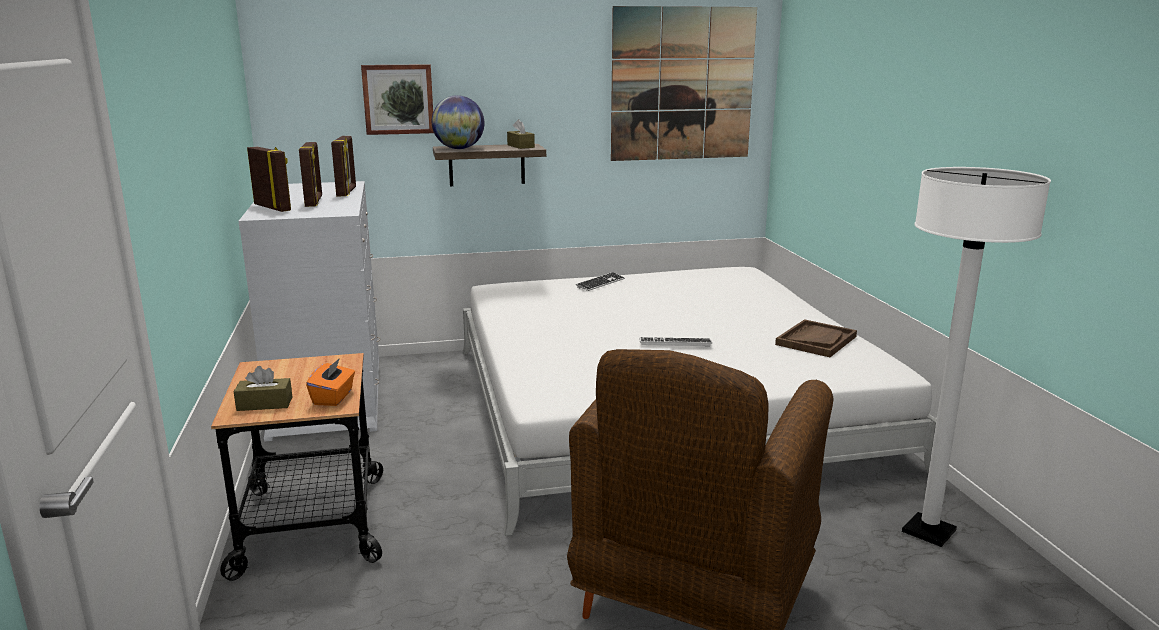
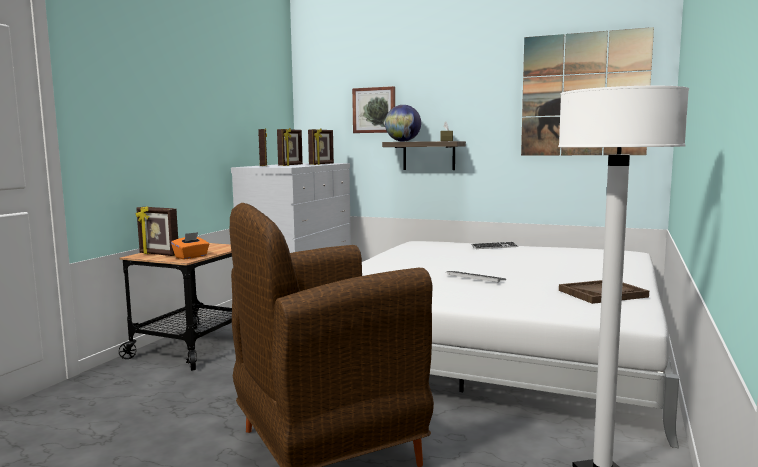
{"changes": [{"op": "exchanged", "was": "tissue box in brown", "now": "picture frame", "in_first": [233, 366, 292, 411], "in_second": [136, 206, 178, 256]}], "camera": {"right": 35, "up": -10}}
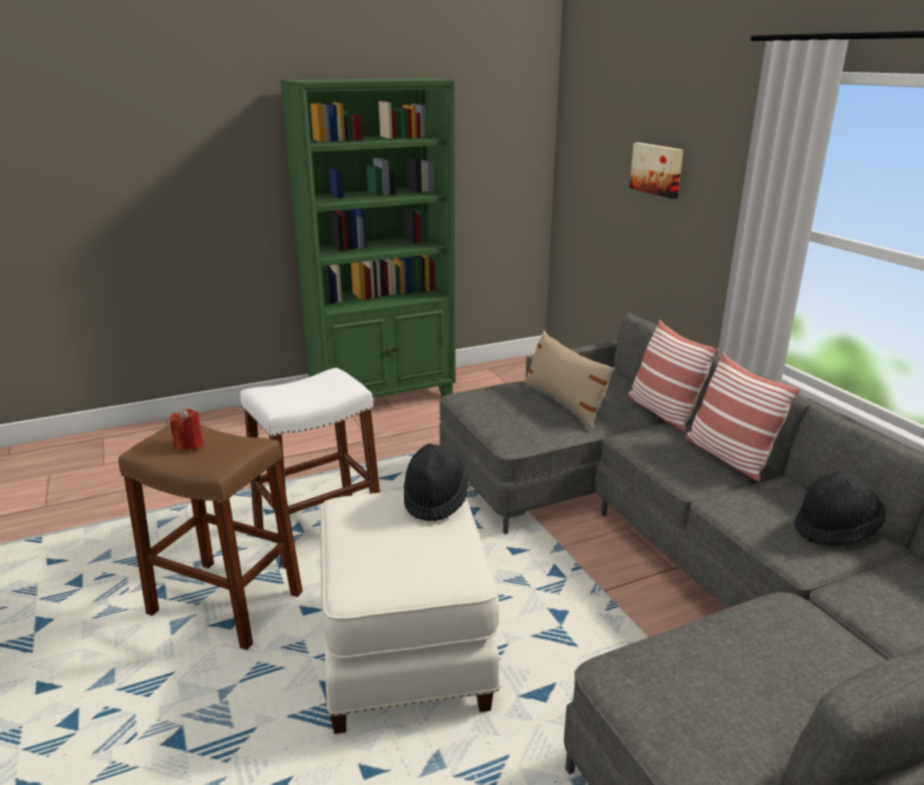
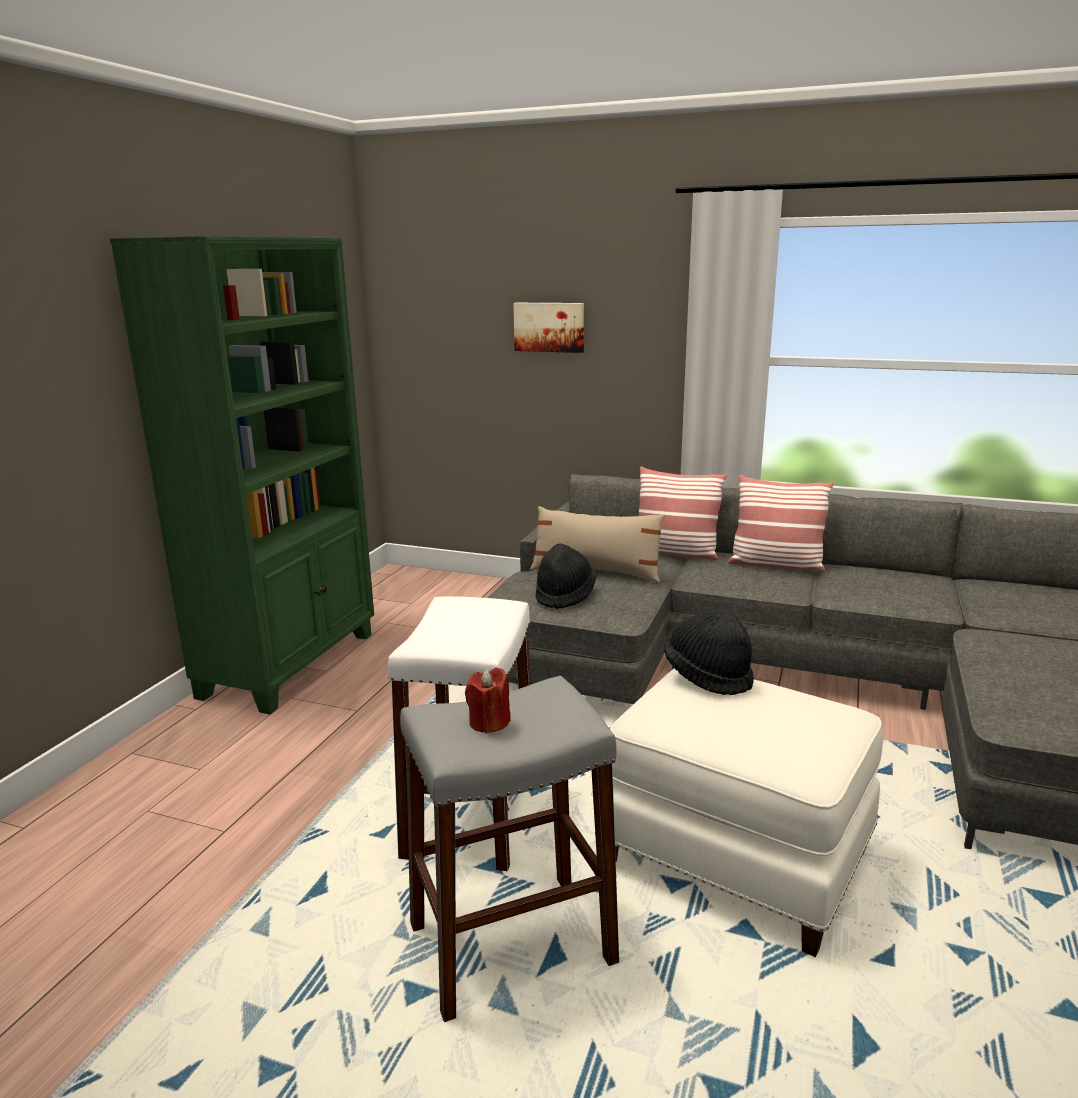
{"changes": [{"op": "colour", "was": "stool in brown", "now": "stool in grey", "in_first": [118, 424, 303, 650], "in_second": [400, 676, 619, 1022]}, {"op": "relocated", "was": "hat in black", "in_first": [795, 471, 886, 546], "in_second": [535, 544, 596, 609]}], "camera": {"right": -45, "up": -5}}
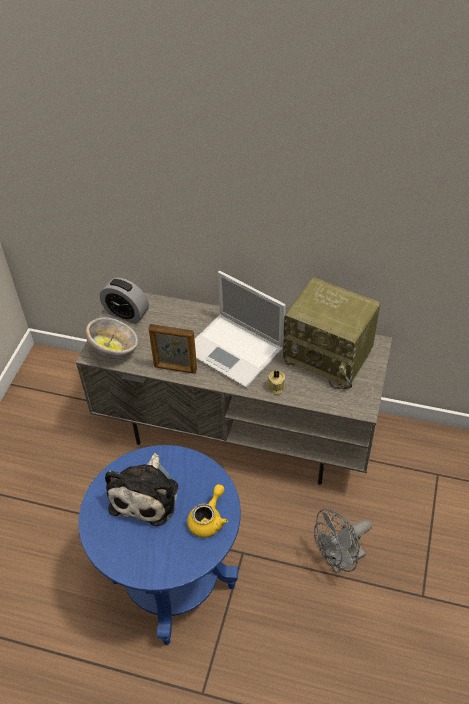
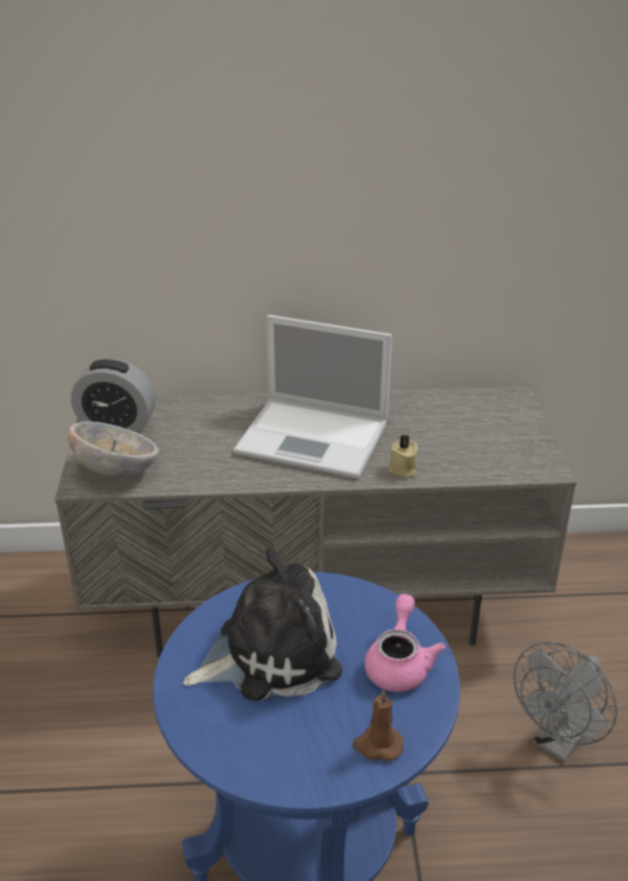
{"changes": [{"op": "spun", "was": "plush toy", "in_first": [105, 453, 178, 526], "in_second": [183, 548, 342, 701], "clockwise": -105}, {"op": "appeared", "now": "candle in brown", "in_second": [352, 689, 404, 761]}, {"op": "colour", "was": "teapot in yellow", "now": "teapot in pink", "in_first": [187, 484, 228, 538], "in_second": [364, 594, 446, 692]}, {"op": "missing", "was": "picture frame", "in_first": [148, 324, 197, 374]}, {"op": "missing", "was": "radio", "in_first": [283, 277, 380, 389]}], "camera": {"right": -20, "up": -15}}
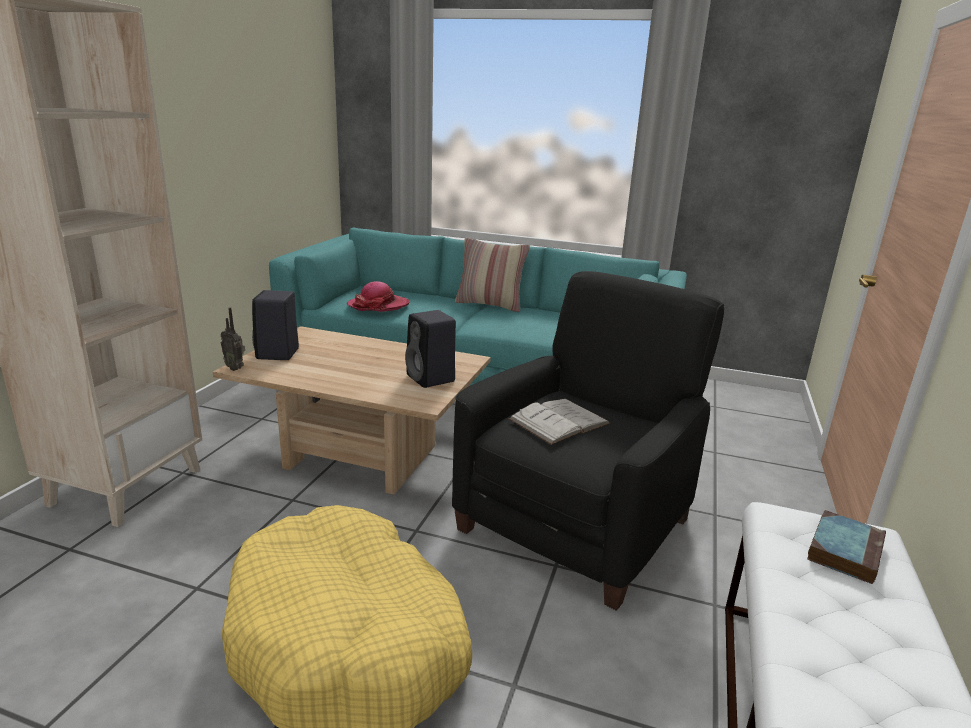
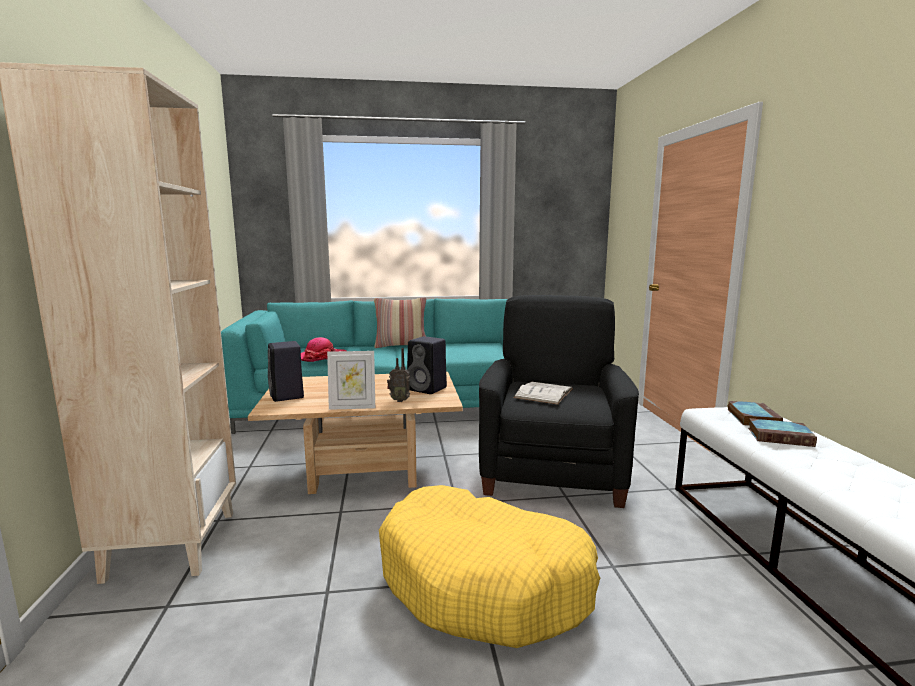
{"changes": [{"op": "appeared", "now": "picture frame", "in_second": [327, 351, 375, 410]}, {"op": "relocated", "was": "radio", "in_first": [221, 307, 245, 371], "in_second": [387, 348, 410, 402]}, {"op": "appeared", "now": "book", "in_second": [748, 418, 817, 447]}], "camera": {"right": -25, "up": -10}}
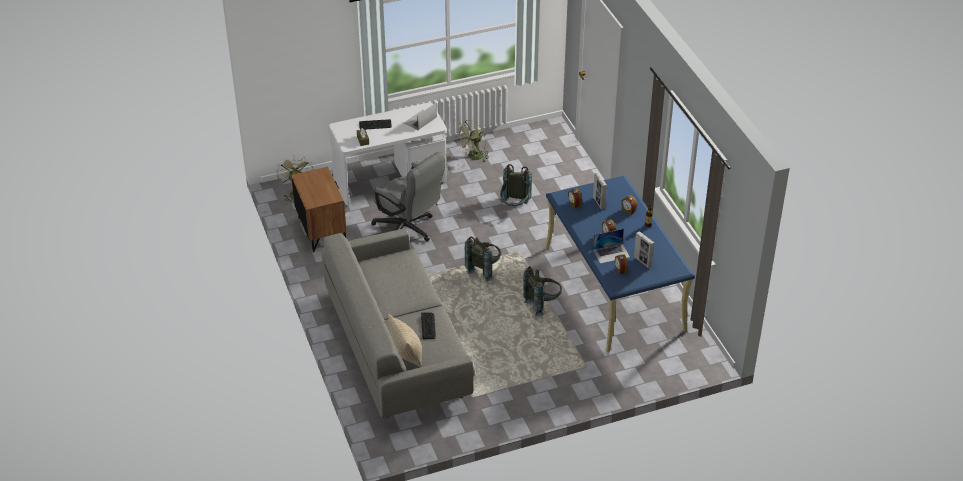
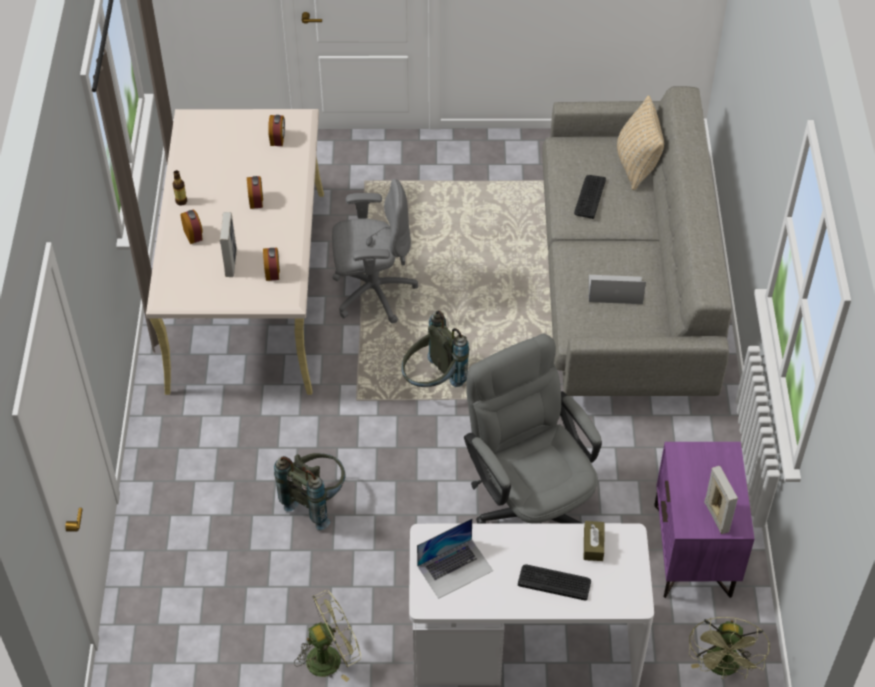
{"changes": [{"op": "colour", "was": "desk in blue", "now": "desk in beige", "in_first": [545, 175, 695, 352], "in_second": [146, 109, 324, 395]}, {"op": "exchanged", "was": "backpack in grey", "now": "office chair in grey", "in_first": [523, 266, 562, 317], "in_second": [332, 179, 418, 324]}, {"op": "relocated", "was": "laptop", "in_first": [593, 229, 630, 264], "in_second": [589, 275, 646, 304]}, {"op": "colour", "was": "nightstand in brown", "now": "nightstand in purple", "in_first": [291, 167, 346, 252], "in_second": [654, 442, 755, 598]}, {"op": "relocated", "was": "picture frame", "in_first": [634, 231, 654, 268], "in_second": [704, 466, 738, 534]}], "camera": {"right": -160, "up": 10}}
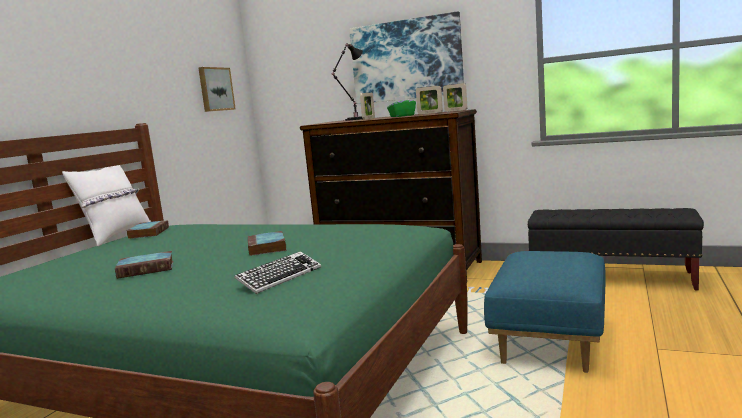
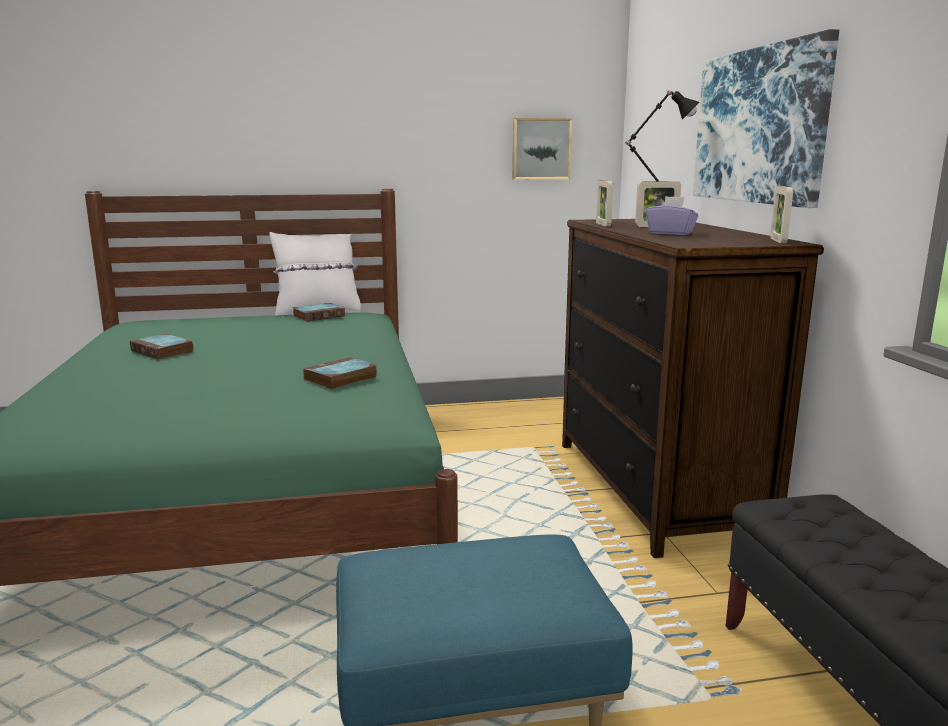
{"changes": [{"op": "relocated", "was": "book", "in_first": [248, 231, 286, 256], "in_second": [303, 357, 378, 389]}, {"op": "relocated", "was": "picture frame", "in_first": [416, 86, 443, 114], "in_second": [596, 180, 613, 226]}, {"op": "colour", "was": "tissue box in green", "now": "tissue box in purple", "in_first": [387, 96, 416, 117], "in_second": [646, 196, 698, 235]}, {"op": "missing", "was": "keyboard", "in_first": [234, 251, 321, 294]}], "camera": {"right": 55, "up": 5}}
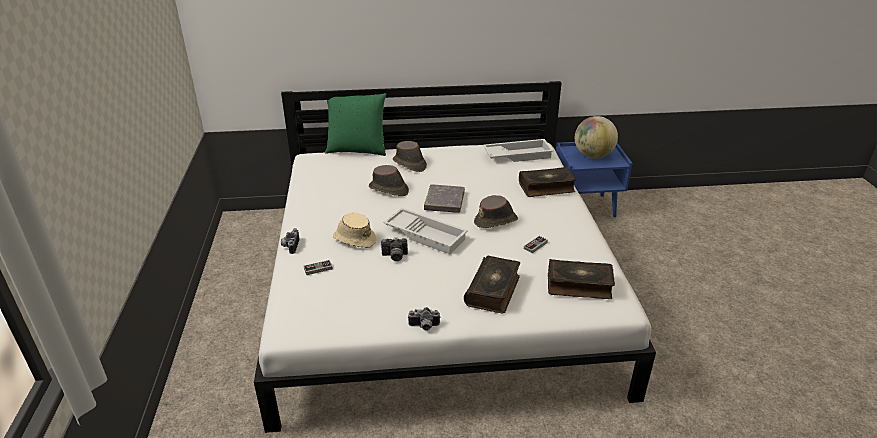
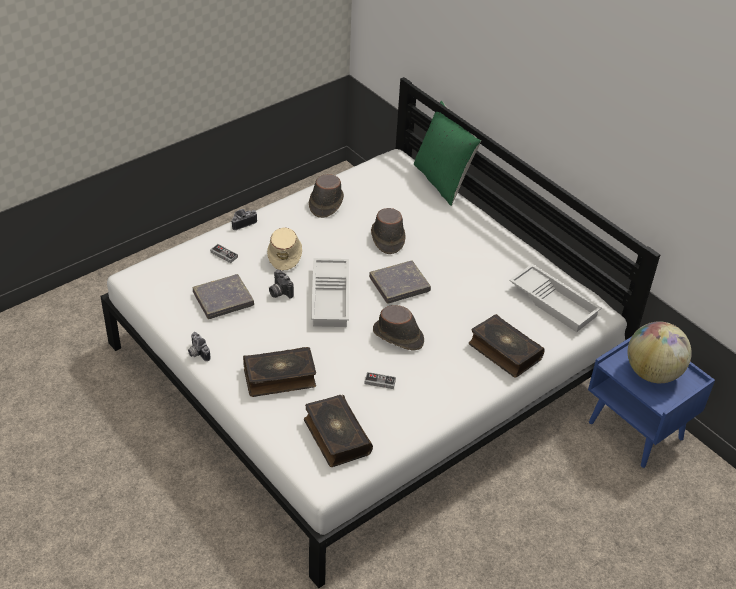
{"changes": [{"op": "appeared", "now": "book in grey", "in_second": [192, 274, 254, 319]}, {"op": "relocated", "was": "hat in brown", "in_first": [393, 141, 427, 172], "in_second": [309, 174, 344, 218]}], "camera": {"right": 55, "up": 10}}
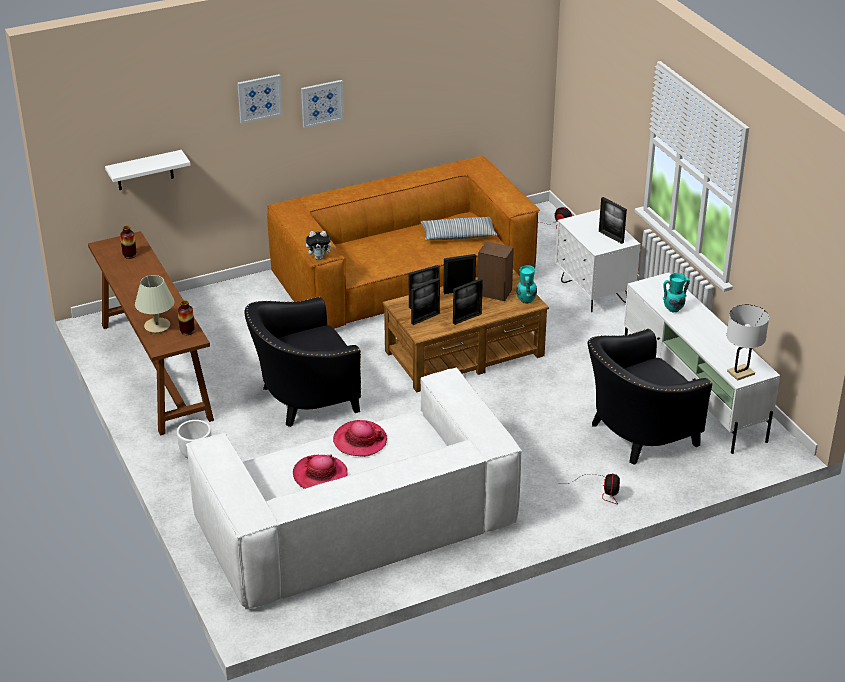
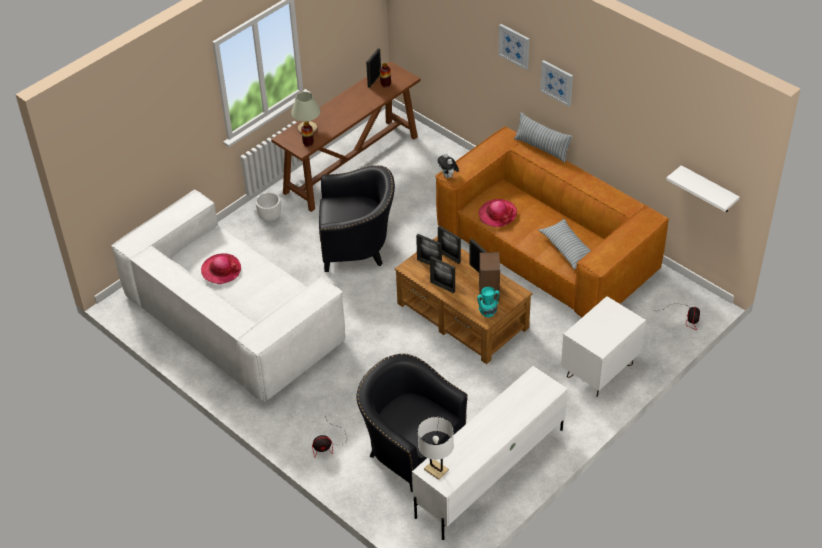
{"changes": [{"op": "spun", "was": "armchair in black", "in_first": [244, 296, 361, 427], "in_second": [319, 165, 395, 272], "clockwise": 135}, {"op": "relocated", "was": "picture frame", "in_first": [599, 197, 627, 244], "in_second": [366, 48, 381, 88]}, {"op": "relocated", "was": "hat", "in_first": [333, 420, 387, 457], "in_second": [479, 199, 517, 227]}, {"op": "appeared", "now": "pillow", "in_second": [514, 112, 573, 163]}, {"op": "relocated", "was": "shelf in white", "in_first": [105, 150, 191, 190], "in_second": [666, 165, 740, 212]}, {"op": "missing", "was": "vase in turquoise", "in_first": [663, 273, 690, 312]}], "camera": {"right": 70, "up": 10}}
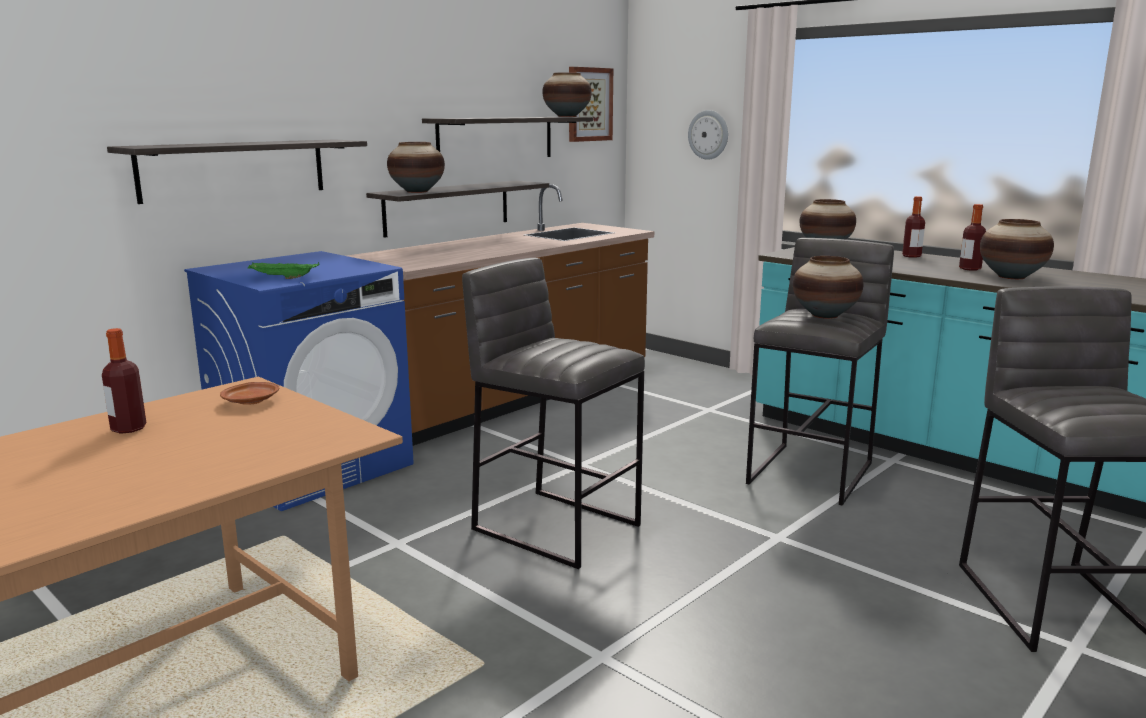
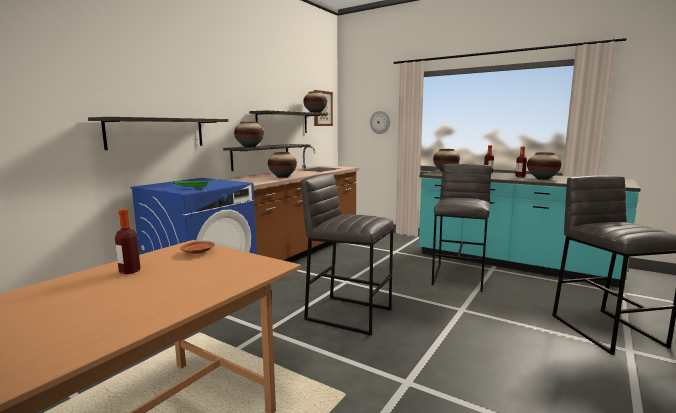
{"changes": [{"op": "relocated", "was": "vase", "in_first": [793, 256, 864, 319], "in_second": [268, 152, 297, 178]}], "camera": {"right": -10, "up": -5}}
